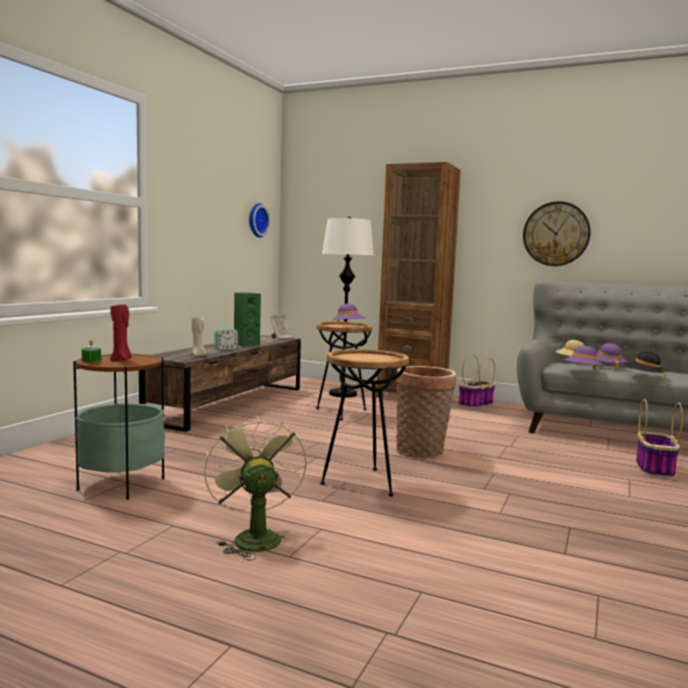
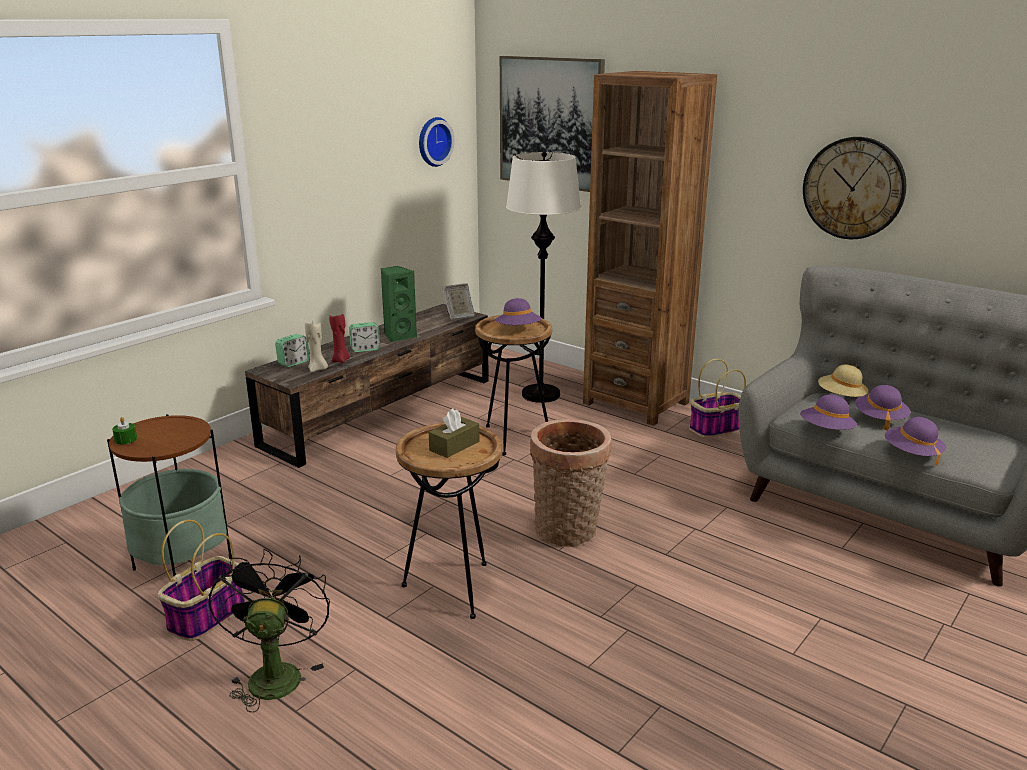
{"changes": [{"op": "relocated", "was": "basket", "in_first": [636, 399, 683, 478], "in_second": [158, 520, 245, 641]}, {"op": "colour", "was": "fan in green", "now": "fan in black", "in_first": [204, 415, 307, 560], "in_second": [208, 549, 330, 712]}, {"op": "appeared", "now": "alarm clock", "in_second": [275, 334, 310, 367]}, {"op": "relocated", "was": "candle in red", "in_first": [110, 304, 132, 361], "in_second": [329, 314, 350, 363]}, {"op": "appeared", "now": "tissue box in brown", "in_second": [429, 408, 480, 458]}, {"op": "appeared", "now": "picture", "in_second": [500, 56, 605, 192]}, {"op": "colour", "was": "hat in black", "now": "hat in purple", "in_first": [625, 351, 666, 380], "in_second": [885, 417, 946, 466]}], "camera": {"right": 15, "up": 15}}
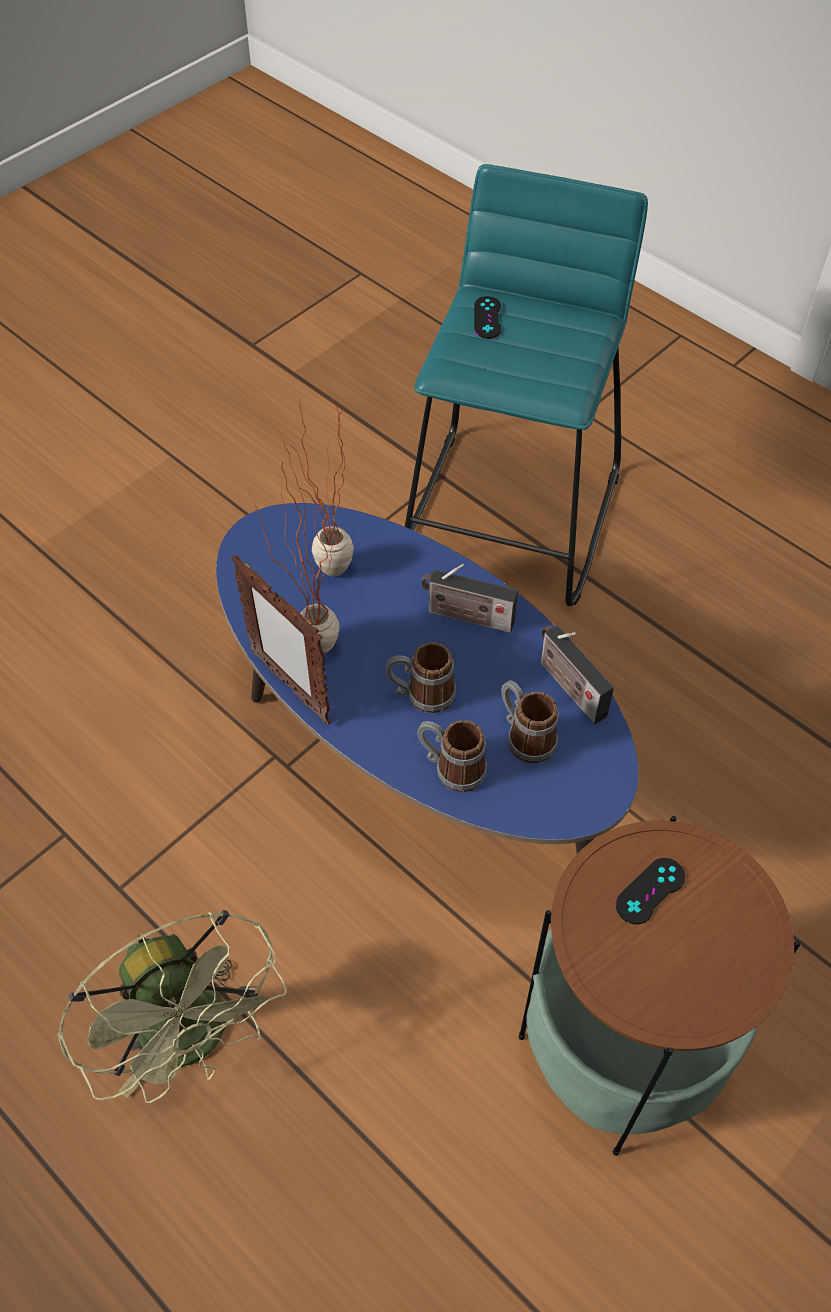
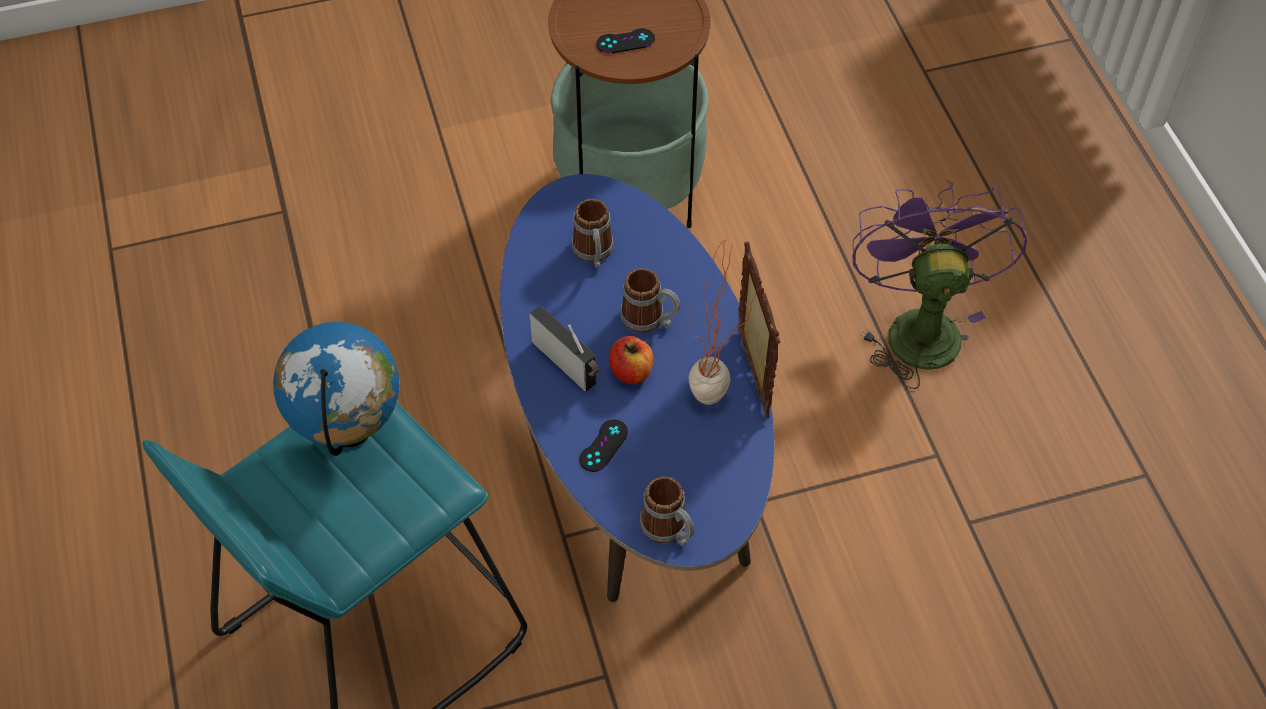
{"changes": [{"op": "appeared", "now": "globe", "in_second": [273, 322, 400, 456]}, {"op": "relocated", "was": "game controller in black", "in_first": [474, 296, 501, 339], "in_second": [579, 419, 628, 472]}, {"op": "appeared", "now": "apple", "in_second": [609, 336, 653, 384]}, {"op": "relocated", "was": "mug", "in_first": [417, 720, 487, 792], "in_second": [640, 477, 695, 546]}, {"op": "colour", "was": "fan in green", "now": "fan in purple", "in_first": [57, 910, 287, 1103], "in_second": [852, 180, 1028, 389]}, {"op": "missing", "was": "potted plant", "in_first": [276, 390, 354, 576]}, {"op": "missing", "was": "radio", "in_first": [541, 625, 614, 724]}], "camera": {"right": -150, "up": 0}}
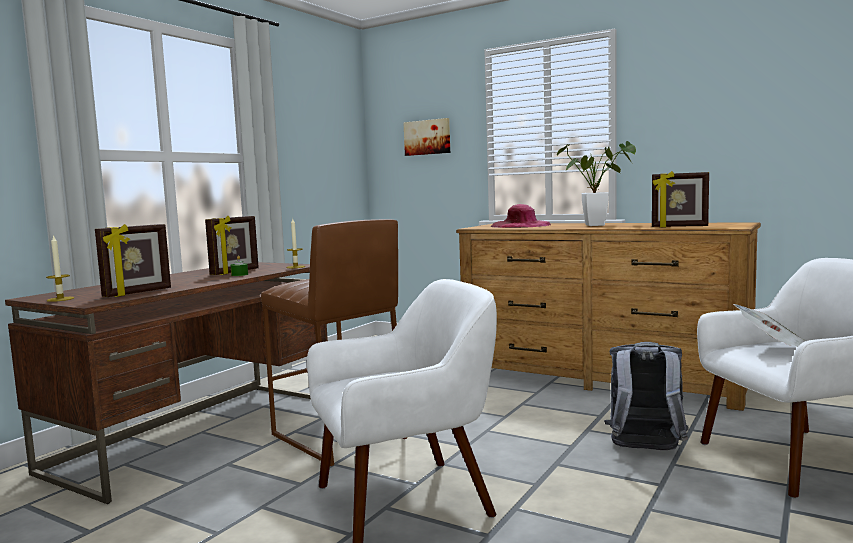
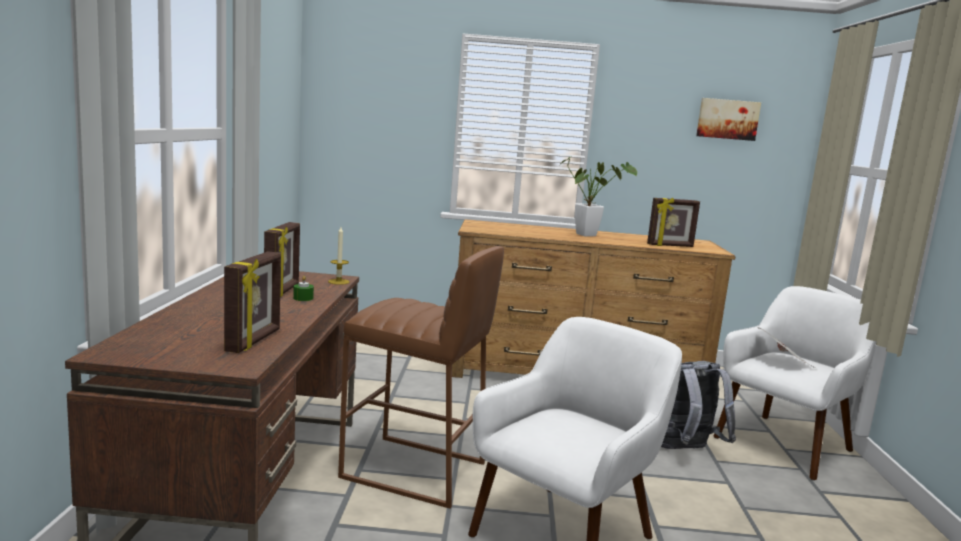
{"changes": [{"op": "relocated", "was": "picture", "in_first": [403, 118, 450, 156], "in_second": [696, 98, 761, 141]}, {"op": "missing", "was": "candle", "in_first": [46, 235, 74, 302]}, {"op": "missing", "was": "hat in pink", "in_first": [491, 204, 551, 228]}], "camera": {"right": -30, "up": 5}}
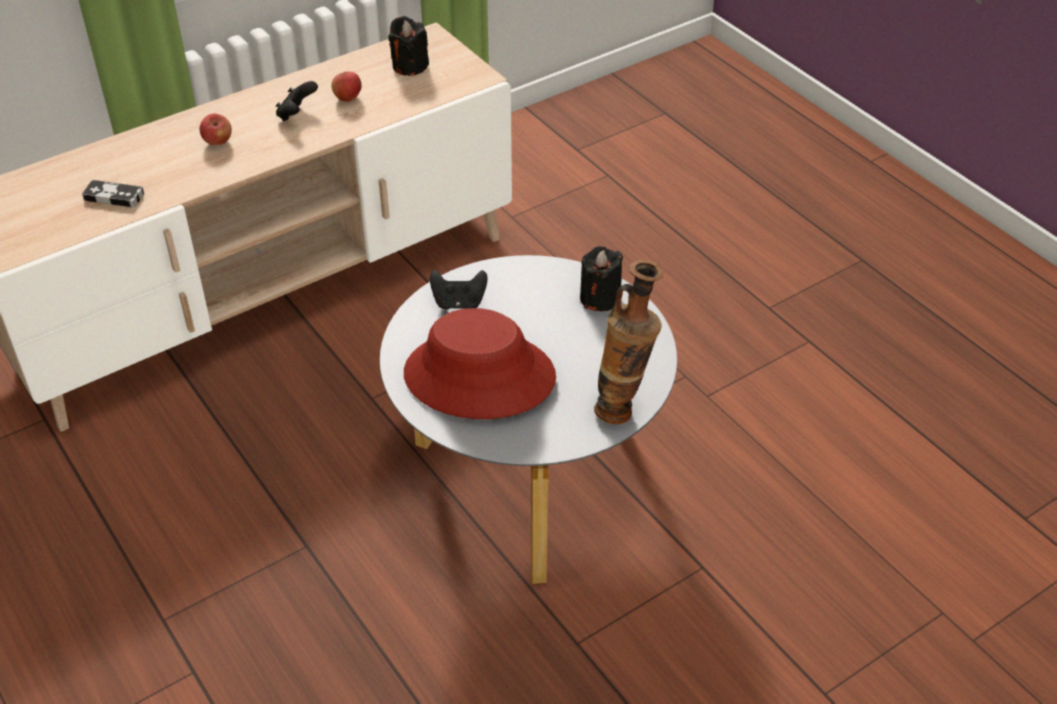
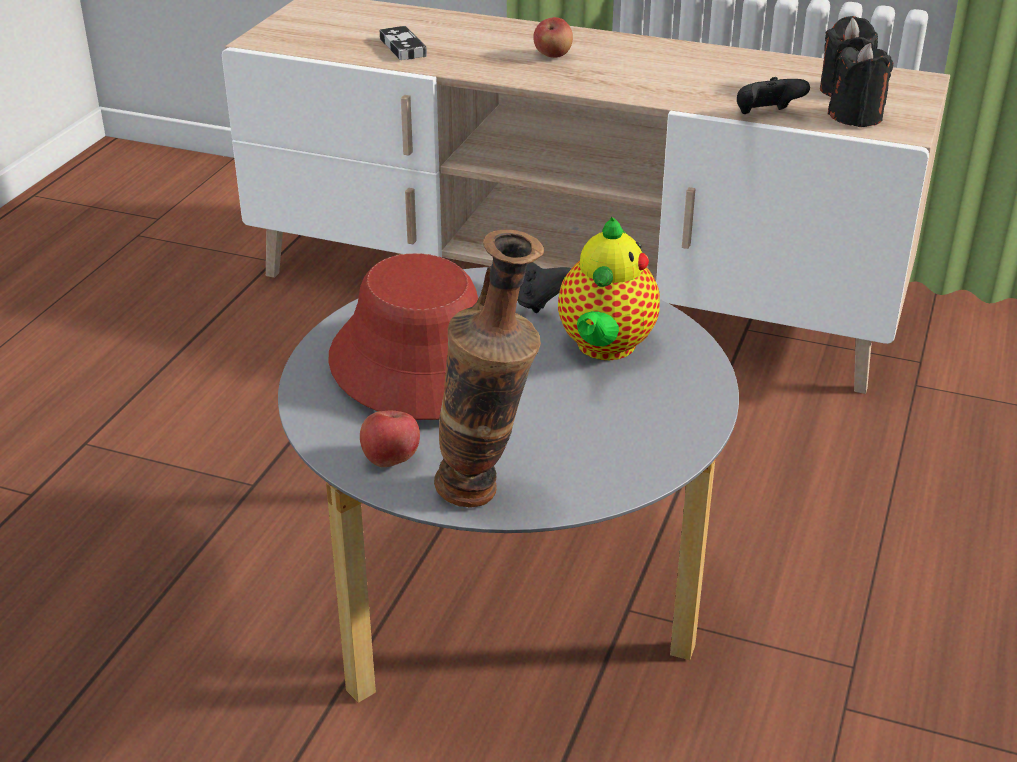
{"changes": [{"op": "relocated", "was": "apple", "in_first": [331, 72, 362, 102], "in_second": [360, 411, 420, 467]}, {"op": "appeared", "now": "teapot", "in_second": [558, 217, 660, 360]}, {"op": "relocated", "was": "game controller in black", "in_first": [276, 81, 318, 121], "in_second": [737, 77, 810, 114]}, {"op": "relocated", "was": "candle in black", "in_first": [580, 246, 623, 311], "in_second": [828, 43, 893, 127]}], "camera": {"right": 55, "up": -10}}
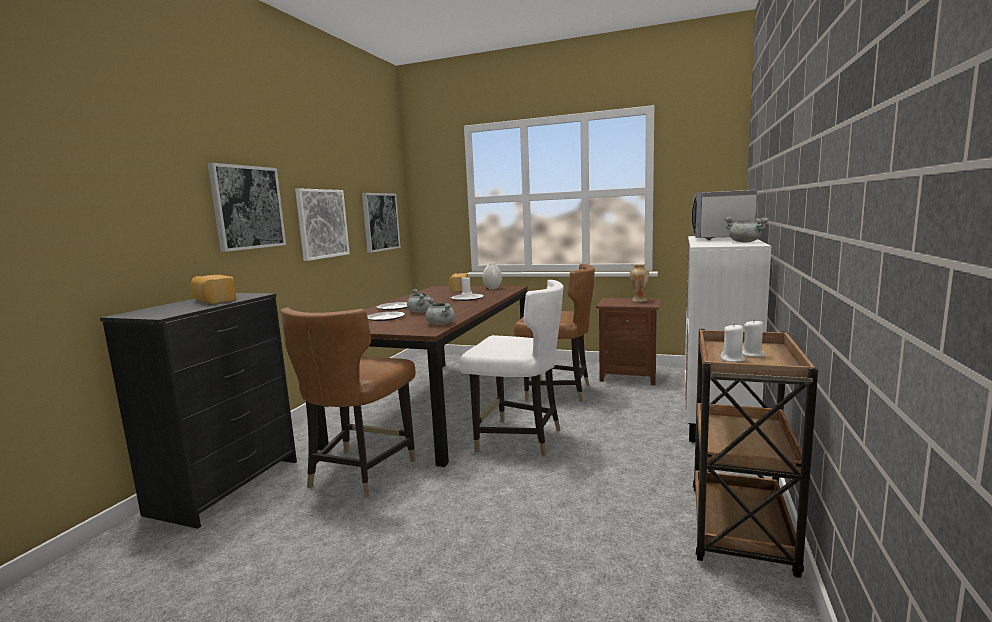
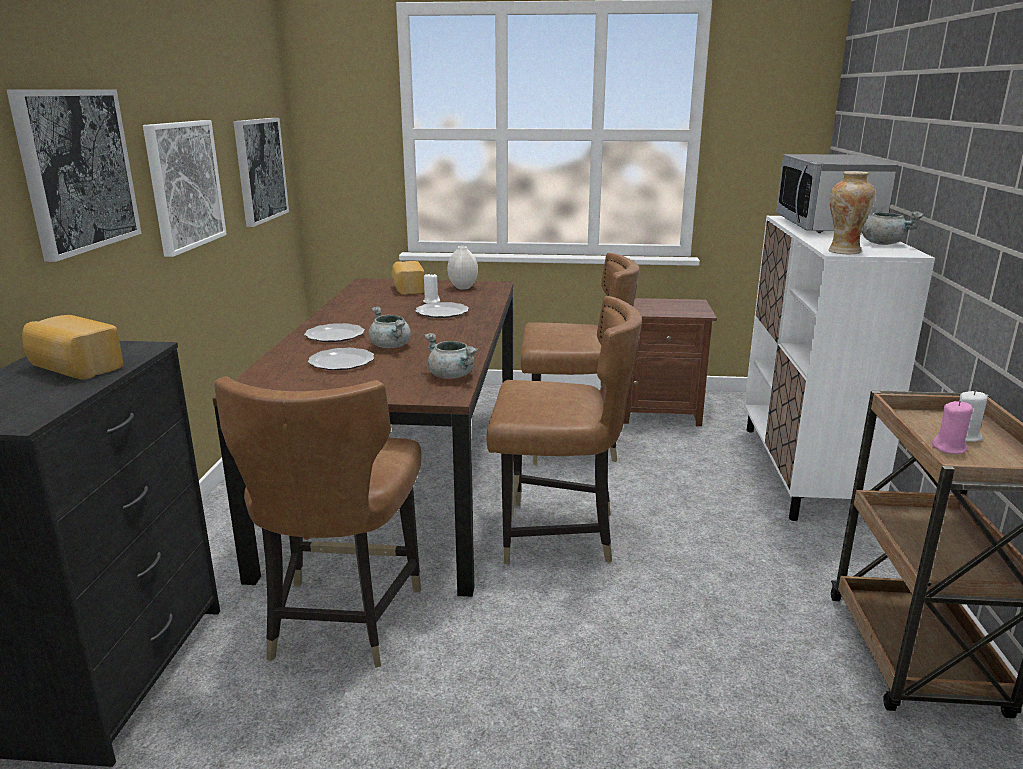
{"changes": [{"op": "colour", "was": "chair in white", "now": "chair in brown", "in_first": [459, 280, 563, 456], "in_second": [486, 296, 642, 564]}, {"op": "relocated", "was": "vase", "in_first": [629, 264, 649, 302], "in_second": [828, 171, 875, 254]}, {"op": "colour", "was": "candle in white", "now": "candle in pink", "in_first": [720, 323, 745, 362], "in_second": [932, 401, 973, 454]}], "camera": {"right": -15, "up": 10}}
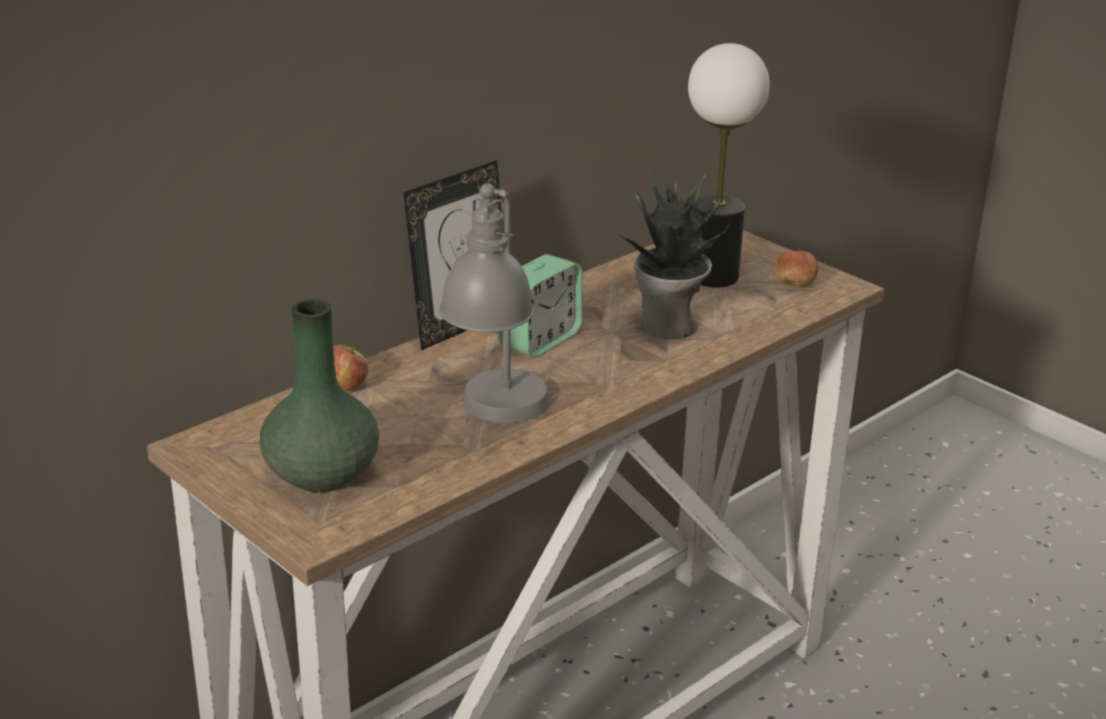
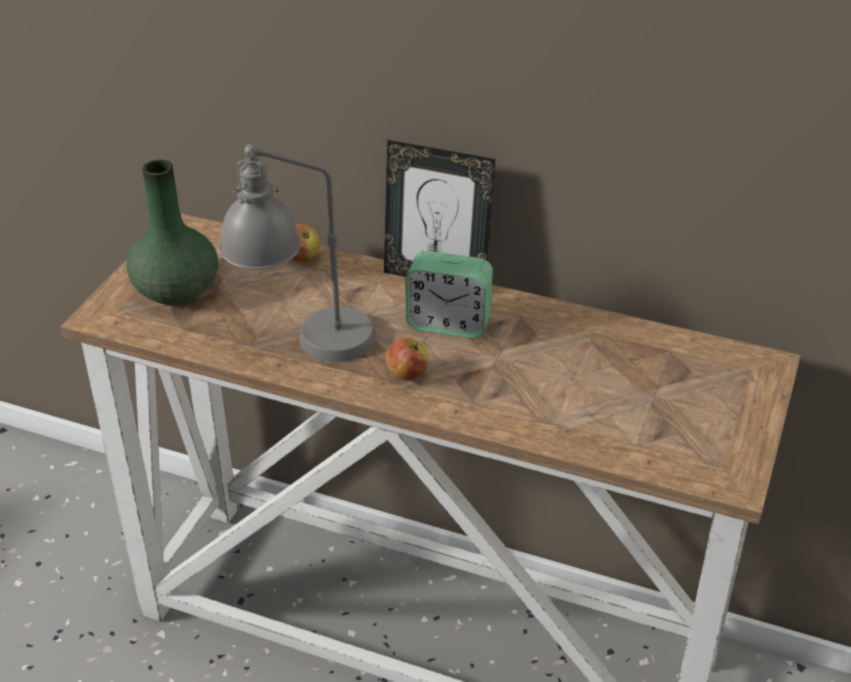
{"changes": [{"op": "relocated", "was": "apple", "in_first": [776, 248, 818, 286], "in_second": [386, 337, 428, 381]}, {"op": "missing", "was": "potted plant", "in_first": [614, 174, 731, 339]}, {"op": "missing", "was": "table lamp", "in_first": [688, 43, 770, 288]}], "camera": {"right": 65, "up": 10}}
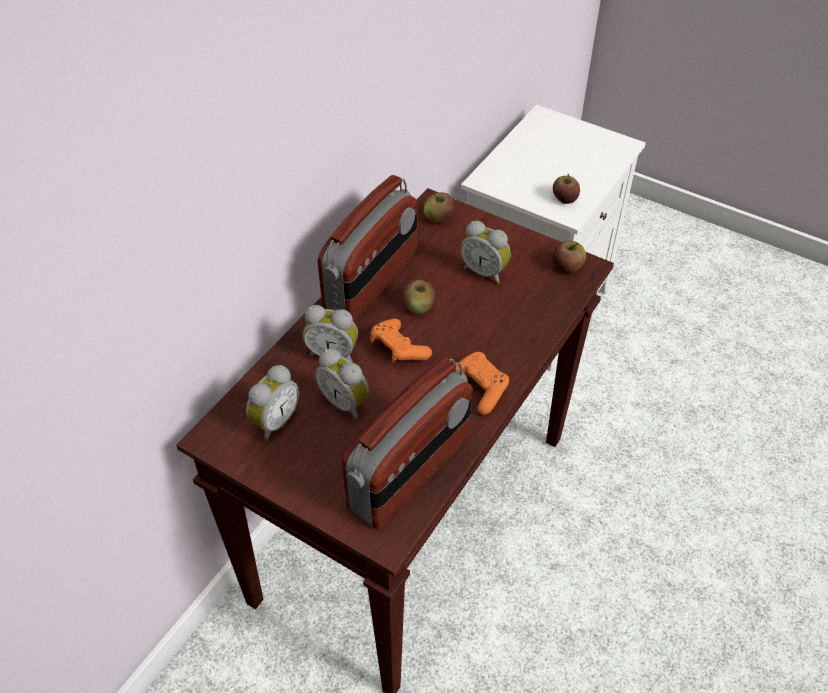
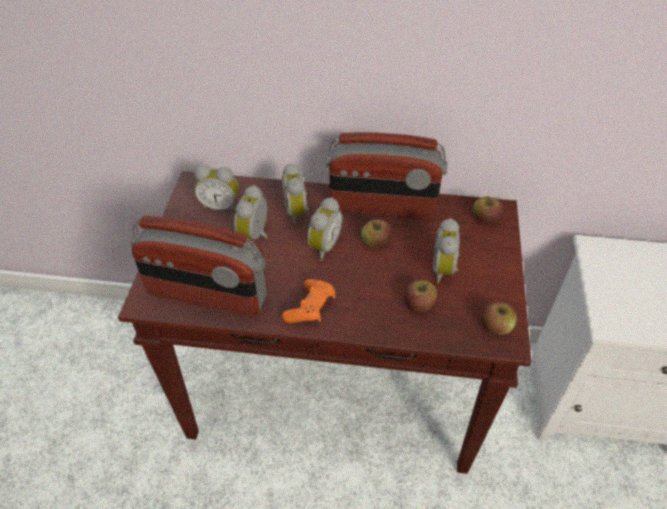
{"changes": [{"op": "exchanged", "was": "game controller in orange", "now": "alarm clock", "in_first": [370, 319, 432, 363], "in_second": [307, 197, 343, 261]}, {"op": "relocated", "was": "apple", "in_first": [553, 174, 580, 204], "in_second": [405, 280, 437, 313]}], "camera": {"right": 65, "up": 0}}
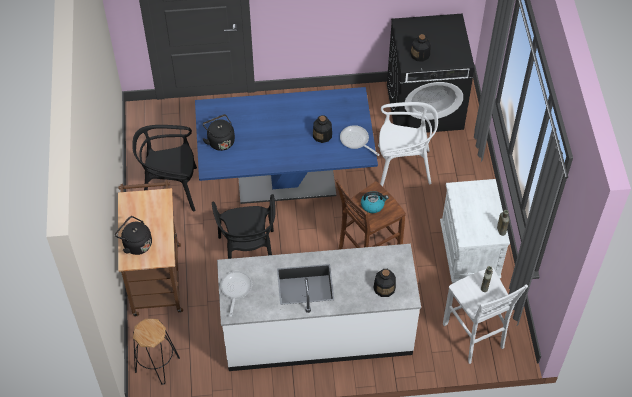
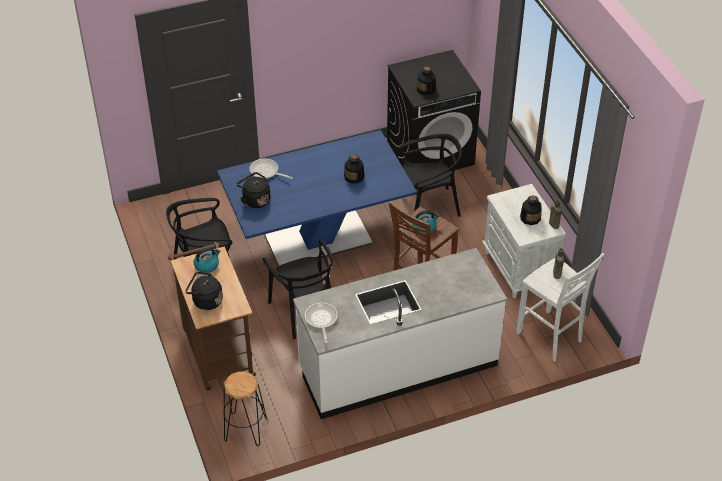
{"changes": [{"op": "appeared", "now": "kettle", "in_second": [194, 247, 221, 273]}, {"op": "relocated", "was": "frying pan", "in_first": [340, 125, 380, 156], "in_second": [249, 158, 293, 179]}, {"op": "colour", "was": "chair in white", "now": "chair in black", "in_first": [378, 102, 438, 186], "in_second": [399, 134, 462, 217]}, {"op": "relocated", "was": "bottle", "in_first": [373, 269, 396, 297], "in_second": [520, 196, 542, 225]}], "camera": {"right": -15, "up": -10}}
